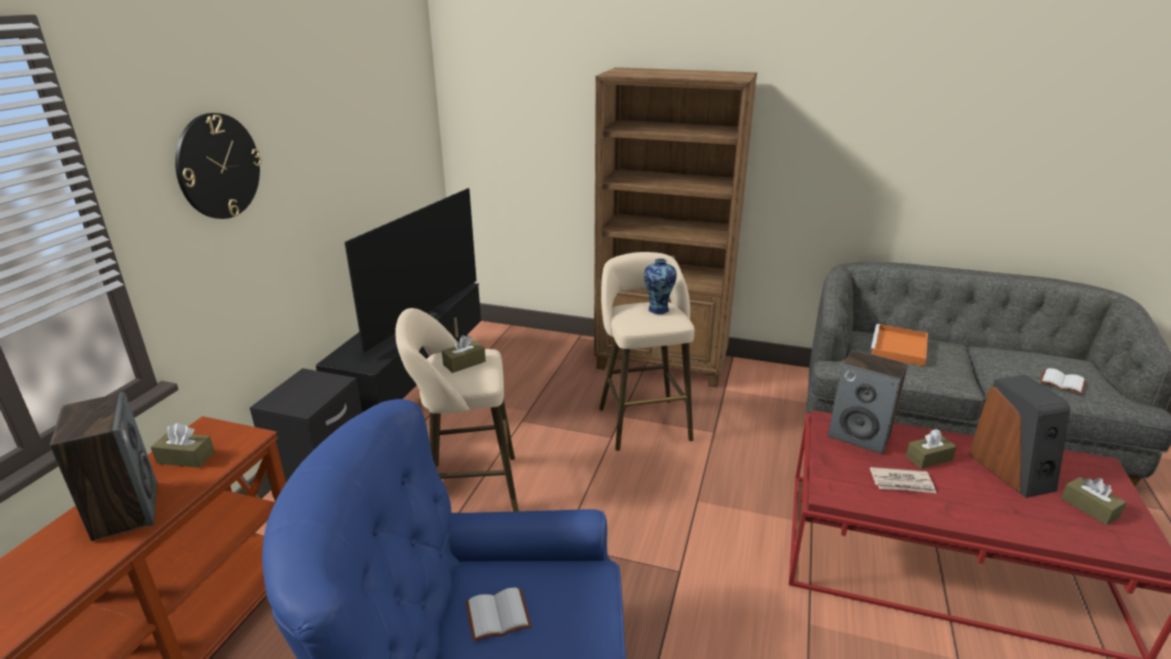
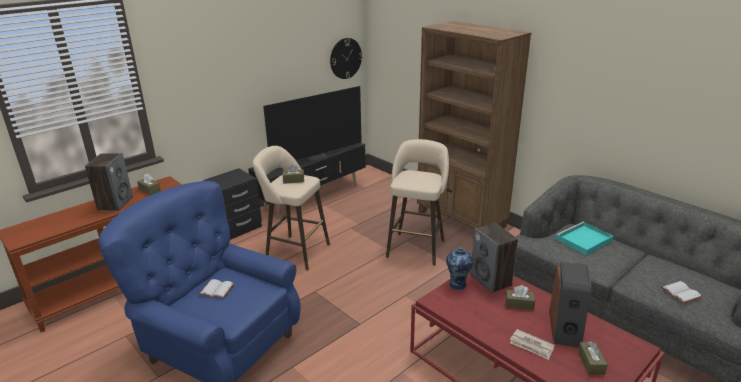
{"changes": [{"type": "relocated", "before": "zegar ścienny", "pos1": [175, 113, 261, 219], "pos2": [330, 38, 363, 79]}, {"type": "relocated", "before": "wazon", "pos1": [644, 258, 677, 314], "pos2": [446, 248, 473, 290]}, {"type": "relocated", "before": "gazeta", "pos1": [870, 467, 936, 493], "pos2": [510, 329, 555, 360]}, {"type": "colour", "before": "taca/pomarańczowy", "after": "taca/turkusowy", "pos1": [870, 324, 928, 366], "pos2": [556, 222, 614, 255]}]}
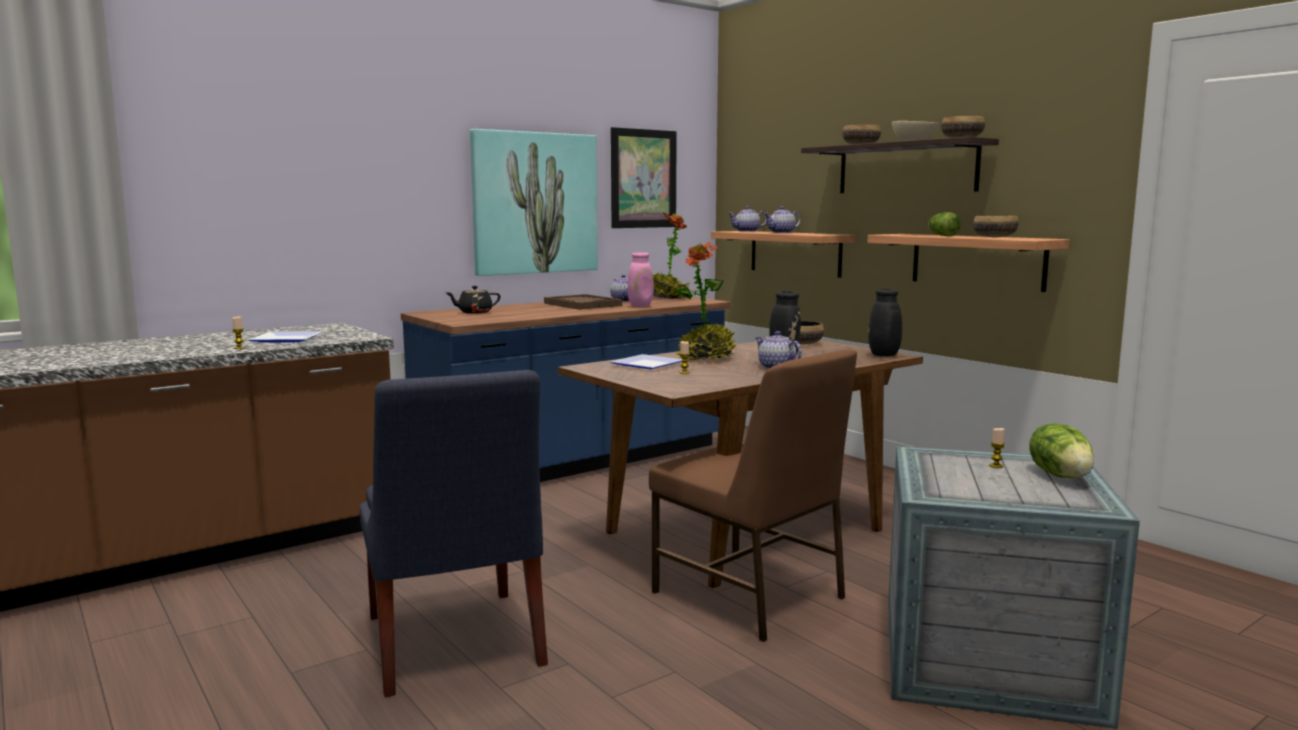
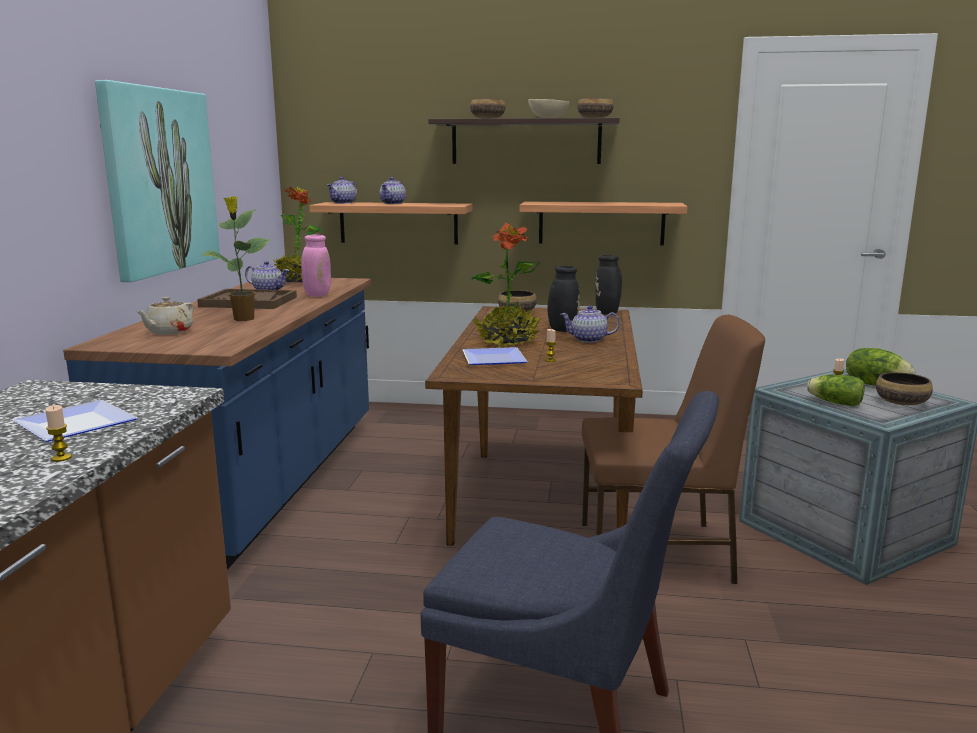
{"changes": [{"type": "colour", "before": "imbryk/czarny", "after": "imbryk/beżowy", "pos1": [446, 286, 501, 314], "pos2": [136, 297, 194, 335]}, {"type": "appeared", "after": "roślina doniczkowa", "pos2": [202, 196, 270, 321]}, {"type": "relocated", "before": "sałata", "pos1": [928, 212, 961, 236], "pos2": [807, 375, 865, 407]}, {"type": "relocated", "before": "miska", "pos1": [973, 215, 1019, 237], "pos2": [876, 372, 933, 405]}, {"type": "missing", "before": "obraz", "pos1": [611, 127, 677, 228]}]}
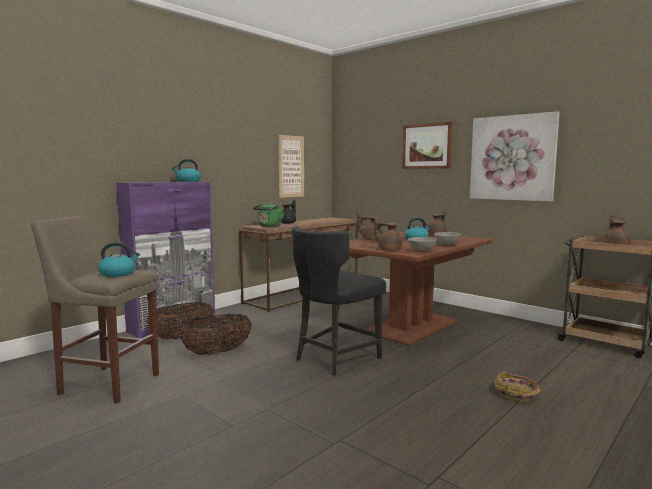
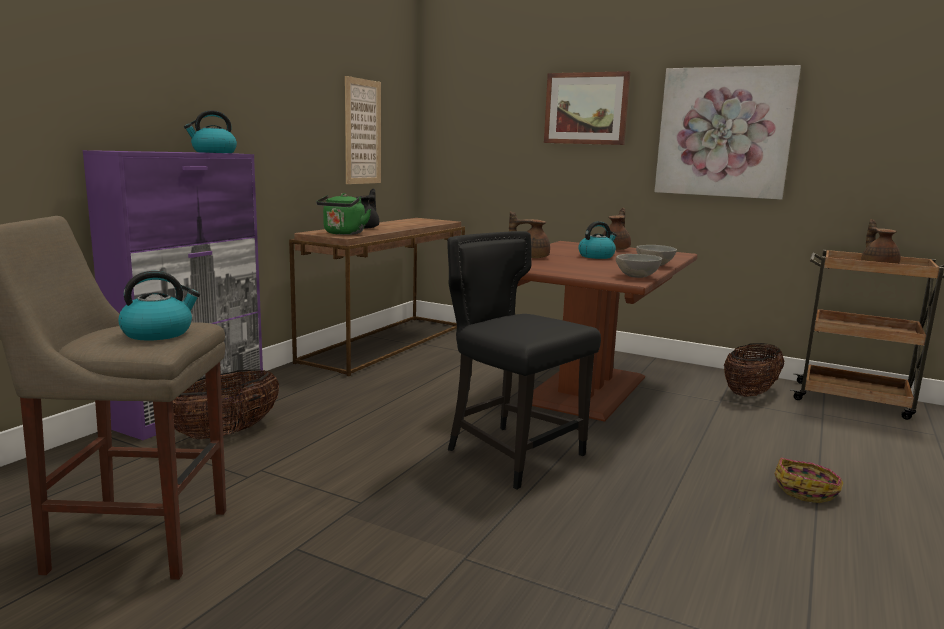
{"changes": [{"type": "spun", "before": "krzesło/czarny", "pos1": [292, 226, 386, 375], "pos2": [447, 231, 601, 489], "turn": 105}, {"type": "relocated", "before": "koszyk", "pos1": [180, 314, 252, 355], "pos2": [724, 343, 784, 397]}, {"type": "missing", "before": "imbryk/brązowy", "pos1": [374, 217, 402, 251]}]}
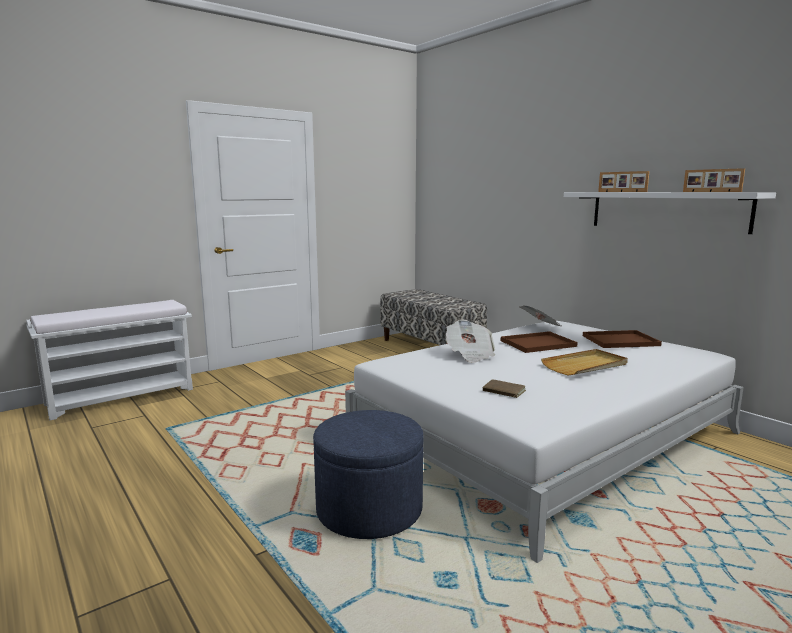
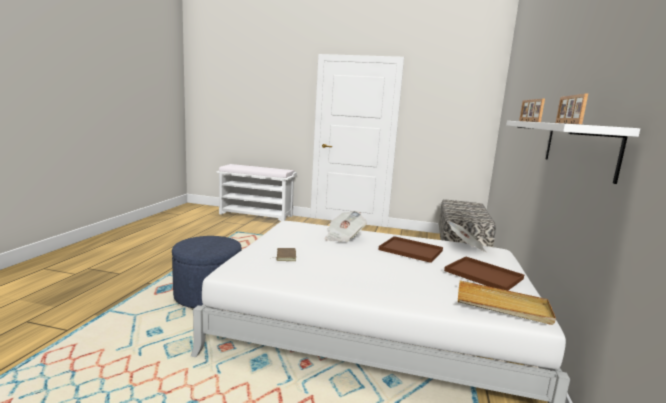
{"changes": [{"type": "relocated", "before": "taca/beżowy", "pos1": [541, 349, 628, 376], "pos2": [458, 280, 556, 325]}]}
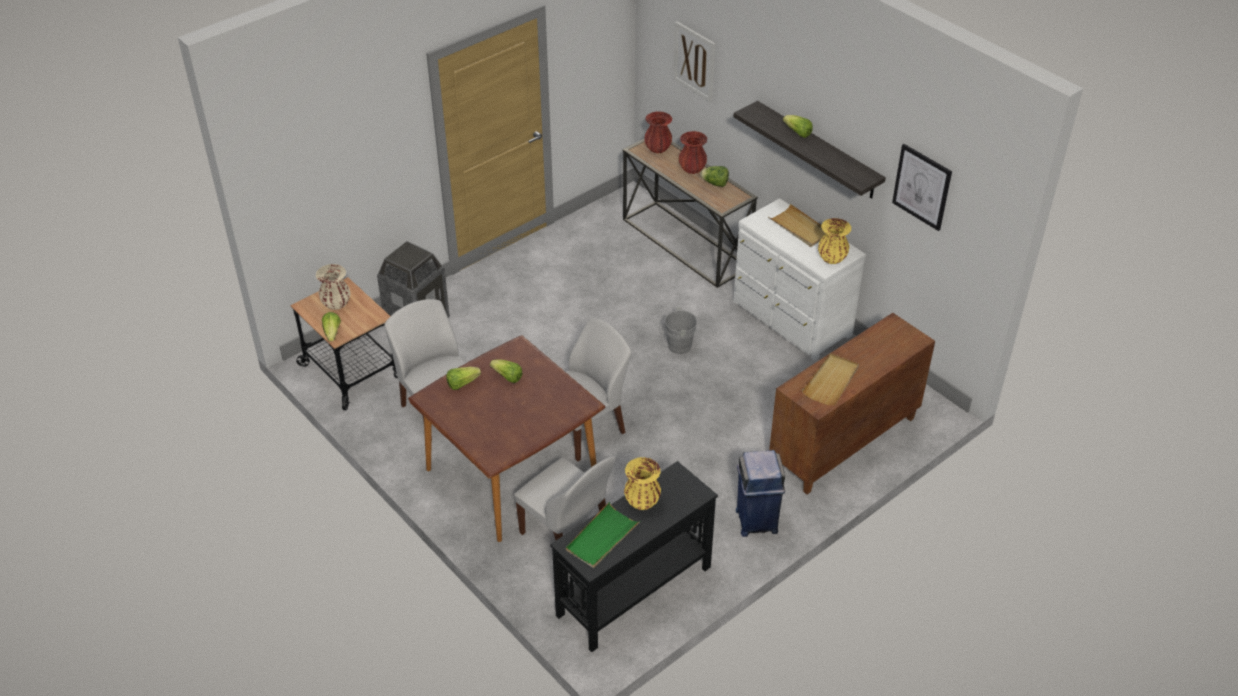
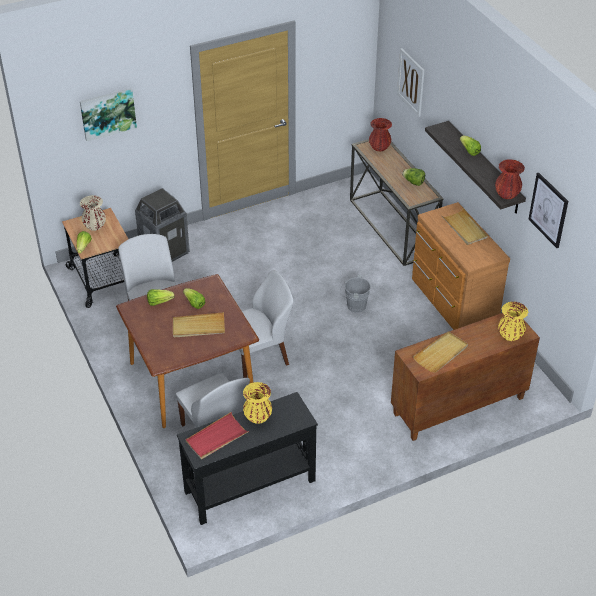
{"changes": [{"type": "appeared", "after": "obraz", "pos2": [80, 88, 137, 141]}, {"type": "appeared", "after": "taca/beżowy", "pos2": [173, 312, 225, 337]}, {"type": "colour", "before": "taca/zielony", "after": "taca/czerwony", "pos1": [566, 502, 639, 568], "pos2": [186, 412, 249, 459]}, {"type": "colour", "before": "komoda/biały", "after": "komoda/brązowy", "pos1": [733, 198, 866, 360], "pos2": [412, 202, 510, 330]}, {"type": "relocated", "before": "wazon/czerwony", "pos1": [679, 131, 708, 174], "pos2": [495, 159, 525, 199]}, {"type": "relocated", "before": "wazon/żółty", "pos1": [818, 218, 851, 264], "pos2": [498, 302, 528, 341]}, {"type": "missing", "before": "kosz na śmieci/niebieski", "pos1": [736, 450, 785, 537]}]}
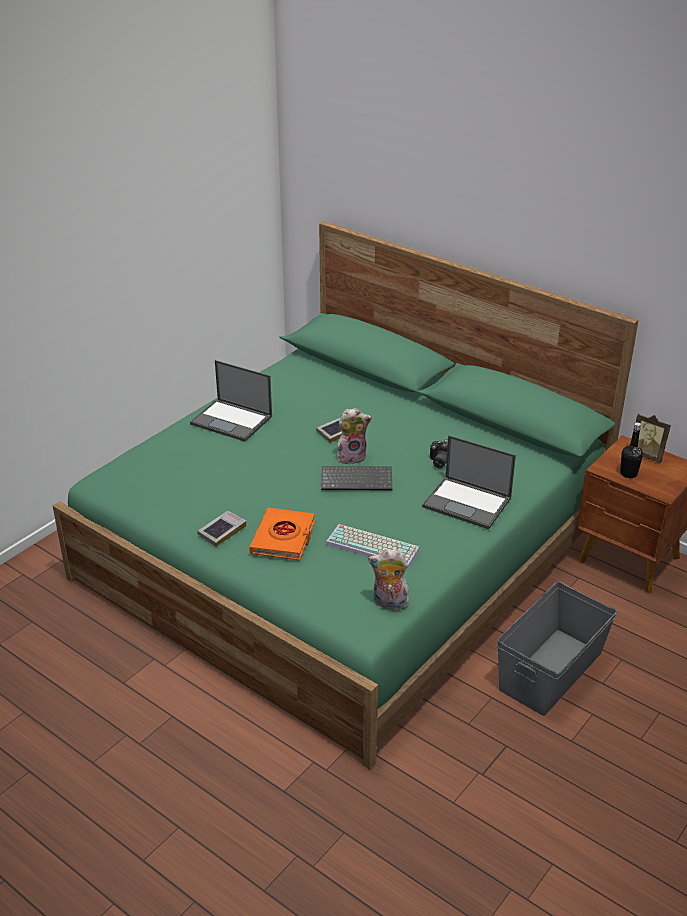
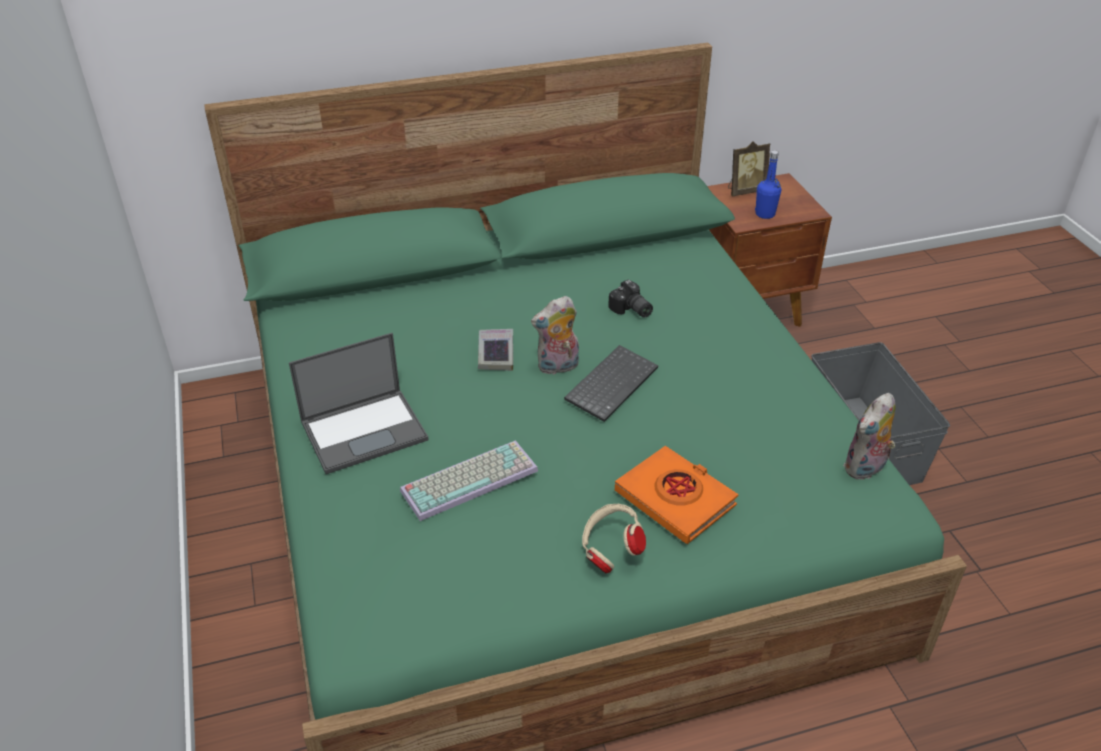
{"changes": [{"type": "relocated", "before": "klawiatura", "pos1": [326, 524, 420, 568], "pos2": [400, 440, 538, 521]}, {"type": "spun", "before": "pluszak", "pos1": [337, 408, 372, 465], "pos2": [531, 296, 579, 375], "turn": -135}, {"type": "exchanged", "before": "książka", "after": "słuchawki/beżowy", "pos1": [197, 511, 246, 547], "pos2": [582, 504, 646, 573]}, {"type": "colour", "before": "butelka/czarny", "after": "butelka/niebieski", "pos1": [620, 422, 643, 478], "pos2": [755, 150, 781, 219]}, {"type": "missing", "before": "laptop", "pos1": [422, 435, 516, 529]}]}
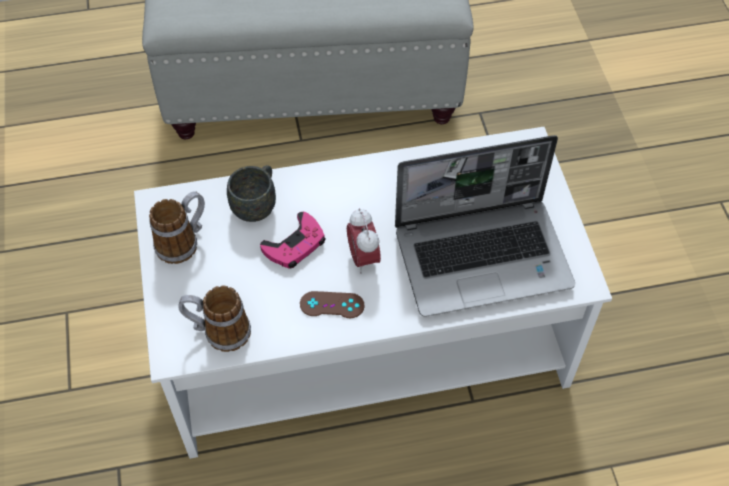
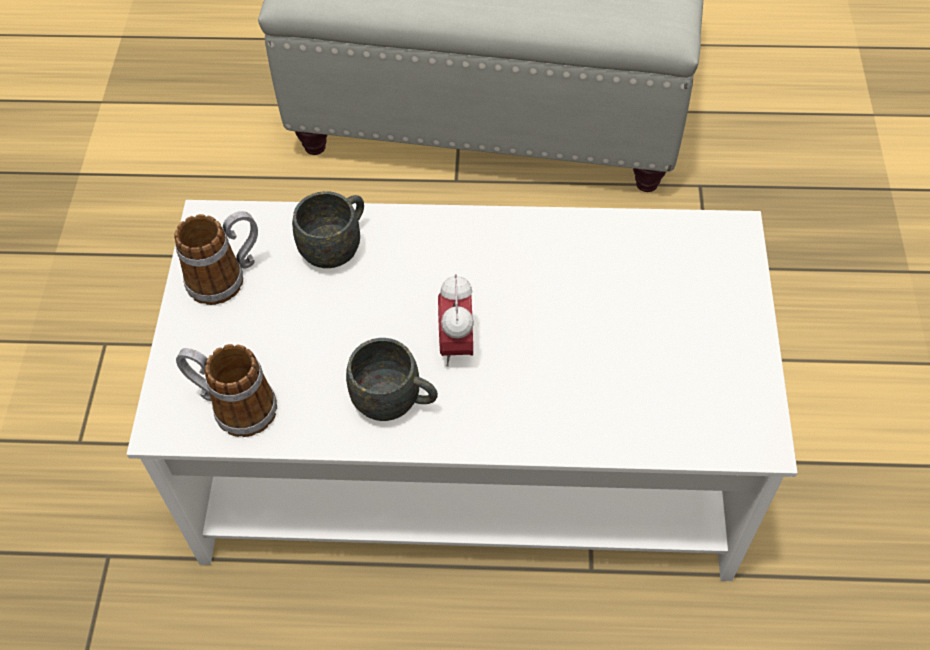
{"changes": [{"type": "exchanged", "before": "pad do gier/brązowy", "after": "kubek/szary", "pos1": [300, 291, 364, 318], "pos2": [346, 338, 438, 421]}, {"type": "missing", "before": "pad do gier/różowy", "pos1": [260, 211, 326, 268]}, {"type": "missing", "before": "laptop", "pos1": [395, 135, 575, 317]}]}
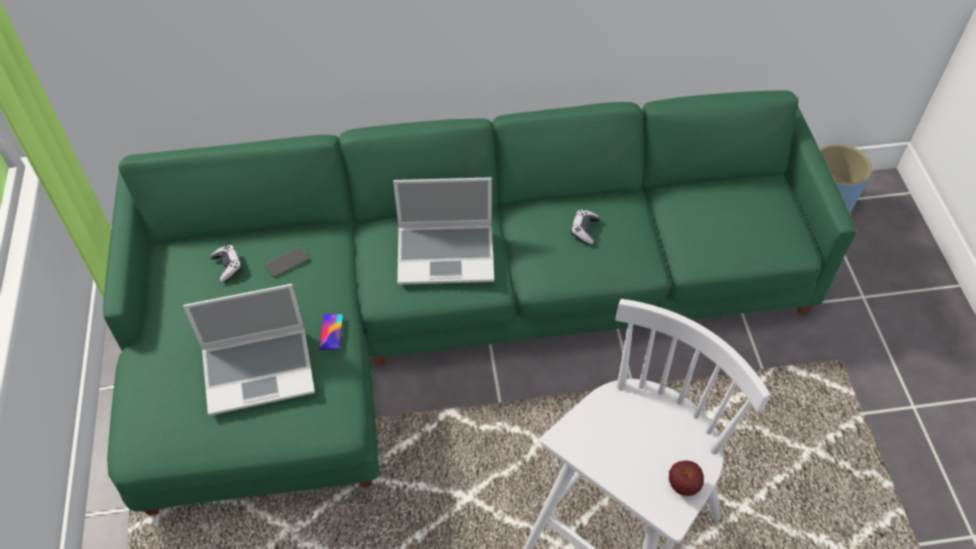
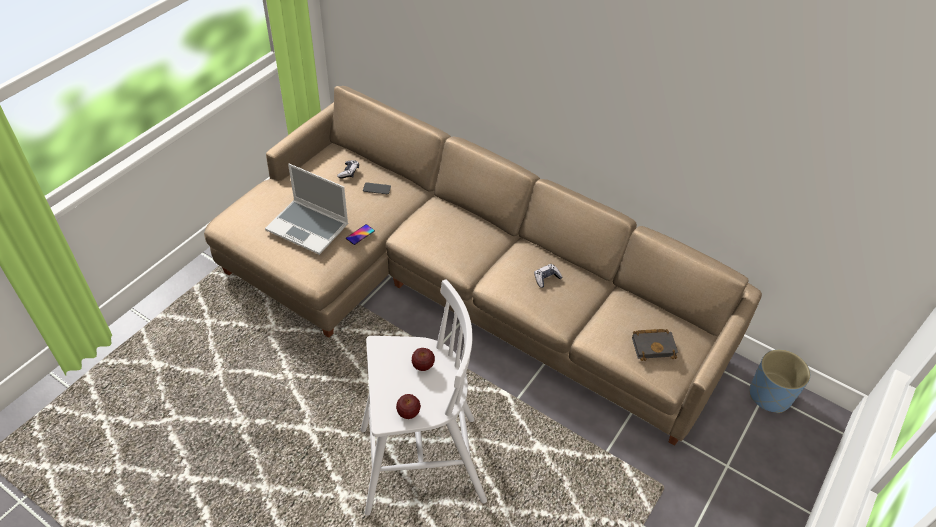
{"changes": [{"type": "colour", "before": "kanapa/zielony", "after": "kanapa/beżowy", "pos1": [103, 91, 856, 515], "pos2": [204, 86, 762, 446]}, {"type": "appeared", "after": "jabłko", "pos2": [412, 348, 435, 371]}, {"type": "appeared", "after": "książka/czarny", "pos2": [632, 329, 678, 361]}, {"type": "missing", "before": "laptop", "pos1": [393, 177, 494, 285]}]}
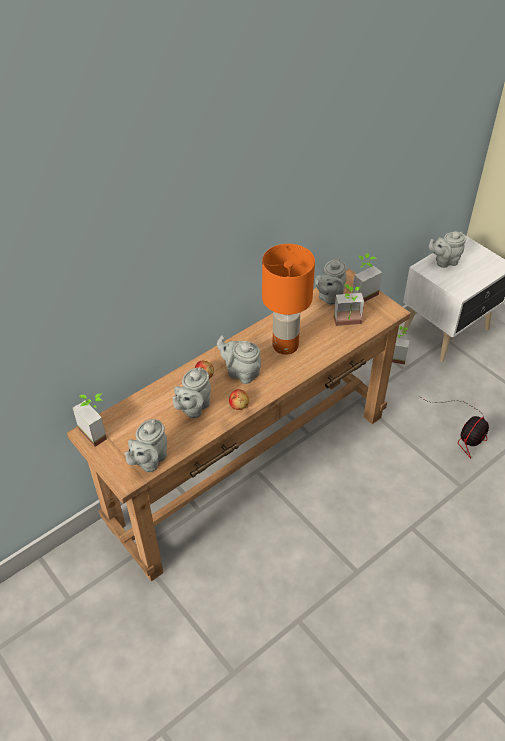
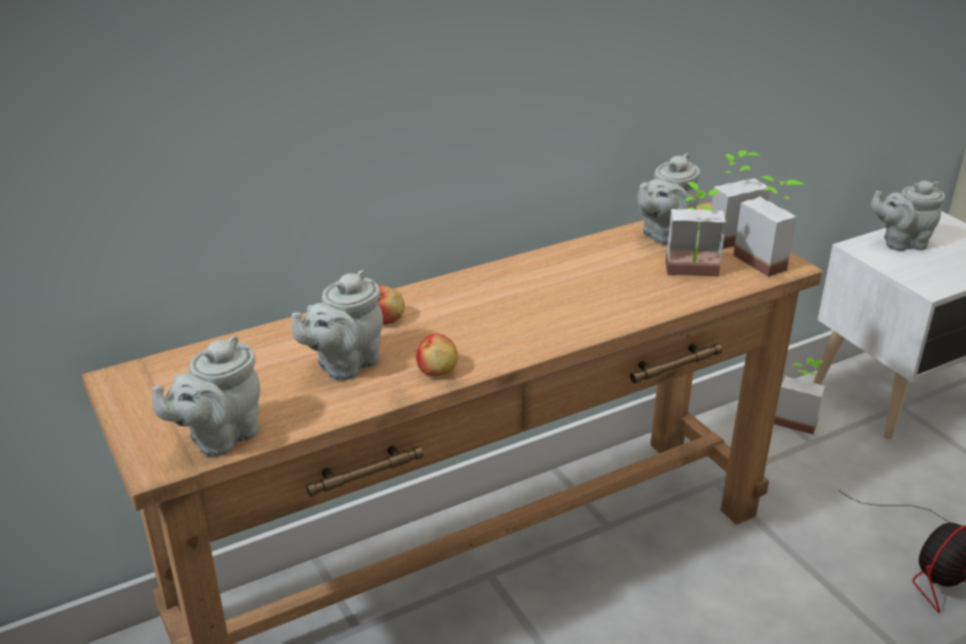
{"changes": [{"type": "relocated", "before": "roślina doniczkowa", "pos1": [73, 394, 107, 447], "pos2": [733, 176, 804, 277]}, {"type": "missing", "before": "imbryk/szary", "pos1": [217, 335, 261, 384]}, {"type": "missing", "before": "lampa stołowa/pomarańczowy", "pos1": [262, 244, 315, 355]}]}
